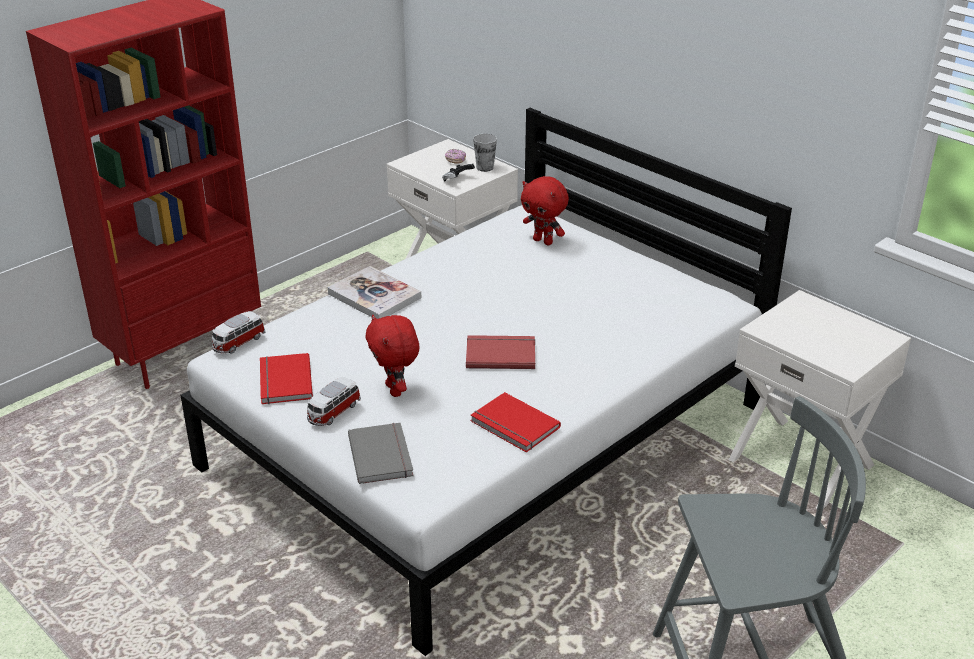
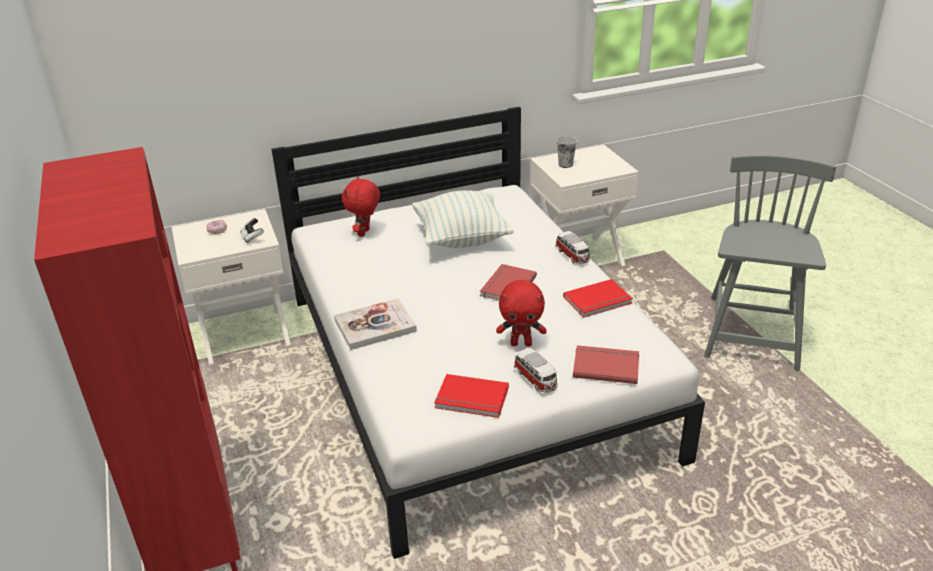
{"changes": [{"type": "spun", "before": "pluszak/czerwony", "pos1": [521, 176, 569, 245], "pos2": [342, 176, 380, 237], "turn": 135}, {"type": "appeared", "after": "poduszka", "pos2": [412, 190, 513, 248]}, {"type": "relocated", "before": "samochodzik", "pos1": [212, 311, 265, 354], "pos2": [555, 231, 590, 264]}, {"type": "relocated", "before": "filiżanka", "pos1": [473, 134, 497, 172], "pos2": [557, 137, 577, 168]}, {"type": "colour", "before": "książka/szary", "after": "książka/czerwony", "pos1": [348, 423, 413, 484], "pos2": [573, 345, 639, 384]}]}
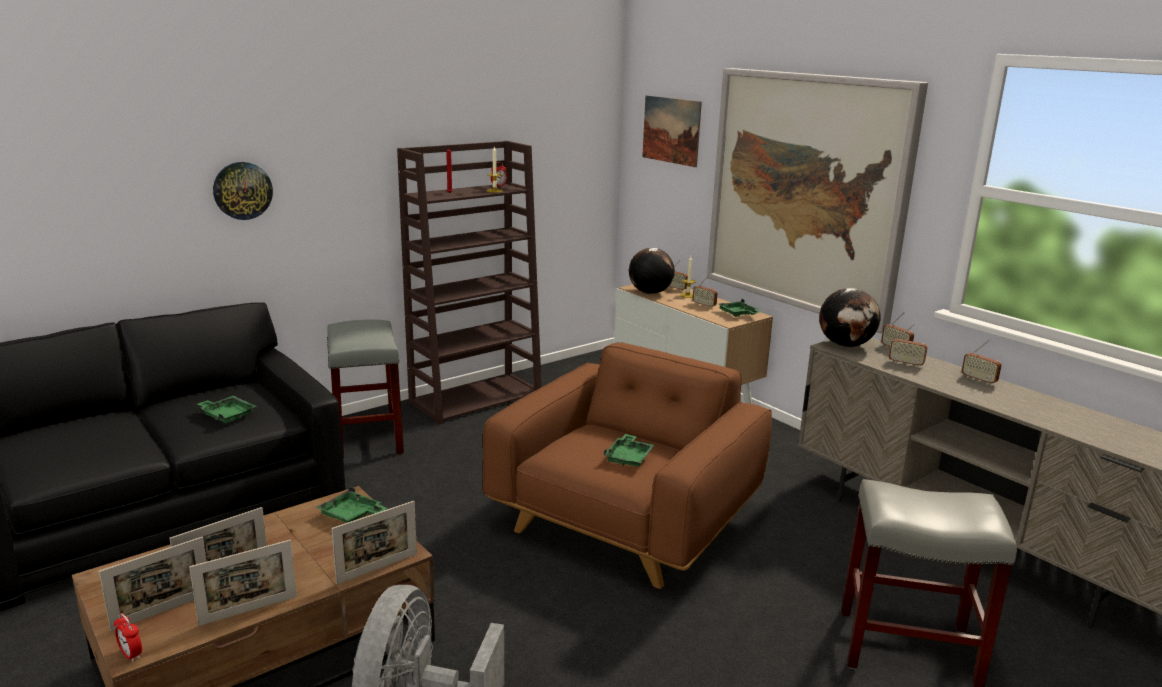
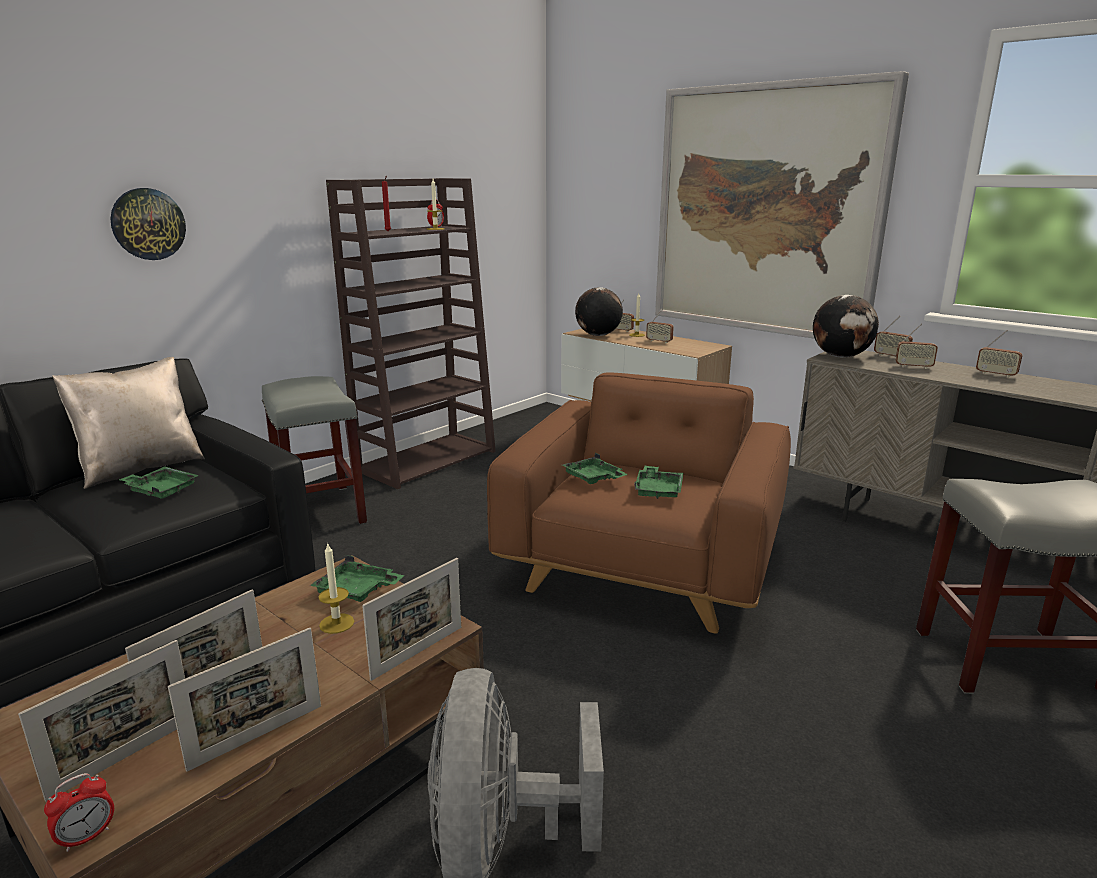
{"changes": [{"type": "spun", "before": "budzik", "pos1": [114, 613, 142, 662], "pos2": [44, 773, 114, 852], "turn": -75}, {"type": "appeared", "after": "poduszka/beżowy", "pos2": [52, 357, 205, 489]}, {"type": "appeared", "after": "świeca", "pos2": [318, 542, 354, 634]}, {"type": "relocated", "before": "taca/zielony", "pos1": [719, 299, 760, 317], "pos2": [562, 453, 628, 484]}, {"type": "missing", "before": "obraz", "pos1": [642, 95, 702, 167]}]}
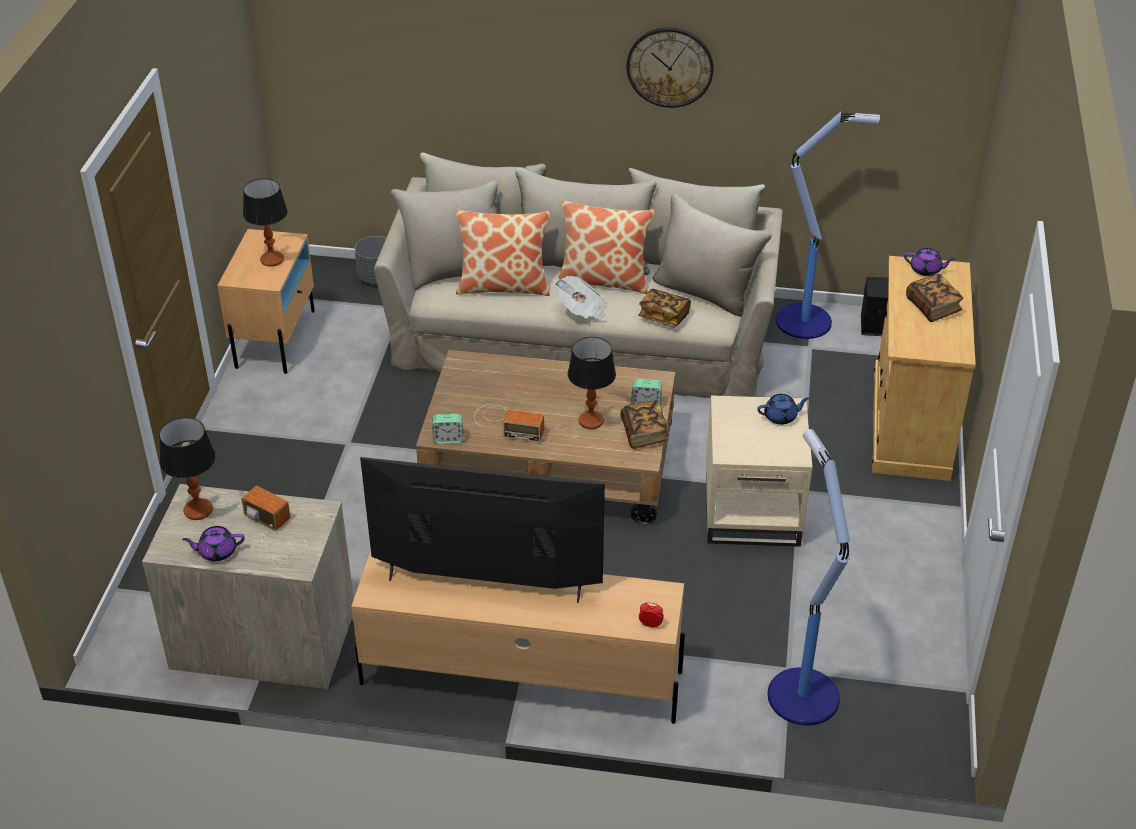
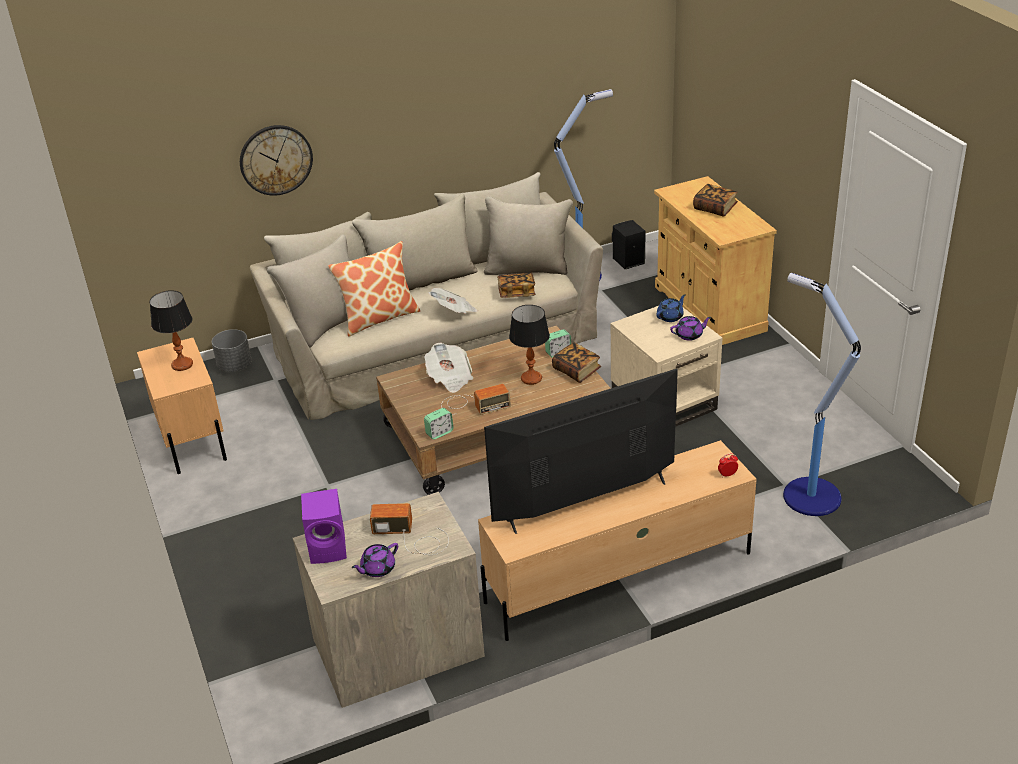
{"changes": [{"type": "relocated", "before": "zegar ścienny", "pos1": [627, 27, 714, 108], "pos2": [240, 125, 313, 196]}, {"type": "exchanged", "before": "lampa stołowa", "after": "głośnik/fioletowy", "pos1": [159, 417, 216, 520], "pos2": [301, 489, 347, 564]}, {"type": "appeared", "after": "gazeta", "pos2": [424, 342, 473, 393]}, {"type": "relocated", "before": "imbryk/fioletowy", "pos1": [904, 248, 955, 276], "pos2": [670, 316, 711, 341]}, {"type": "missing", "before": "poduszka", "pos1": [557, 200, 655, 294]}]}
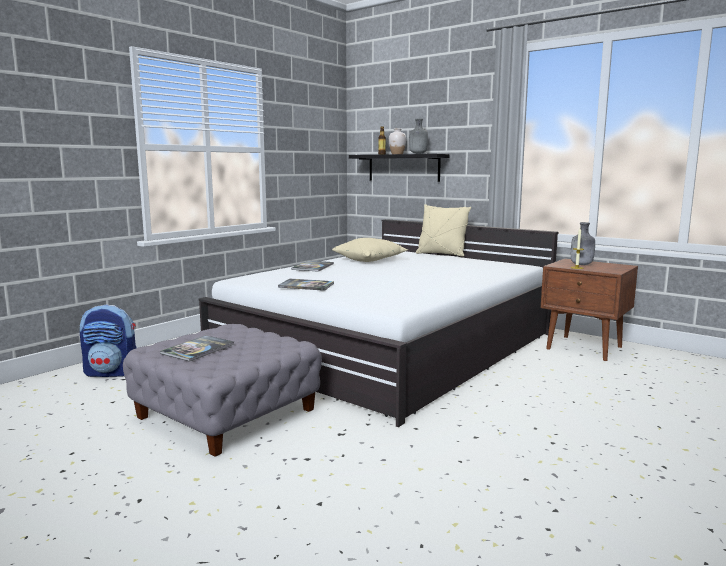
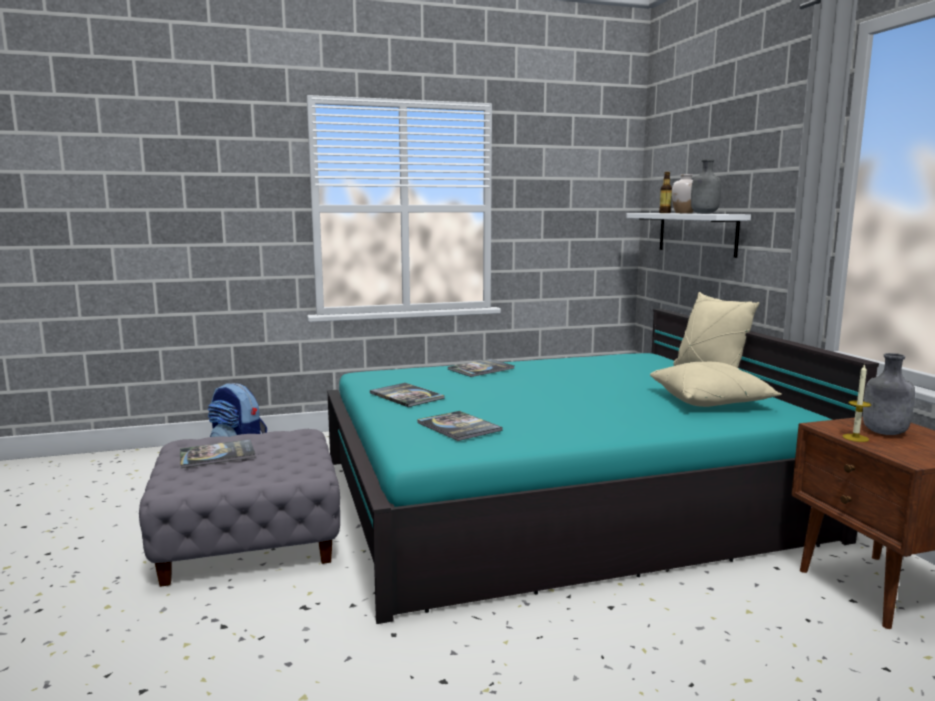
{"changes": [{"type": "colour", "before": "łóżko/biały", "after": "łóżko/turkusowy", "pos1": [198, 219, 559, 427], "pos2": [327, 309, 879, 624]}, {"type": "appeared", "after": "książka", "pos2": [417, 411, 502, 441]}, {"type": "colour", "before": "półka/czarny", "after": "półka/biały", "pos1": [349, 154, 450, 182], "pos2": [626, 213, 751, 258]}, {"type": "relocated", "before": "poduszka/beżowy", "pos1": [332, 238, 408, 262], "pos2": [650, 362, 782, 407]}]}
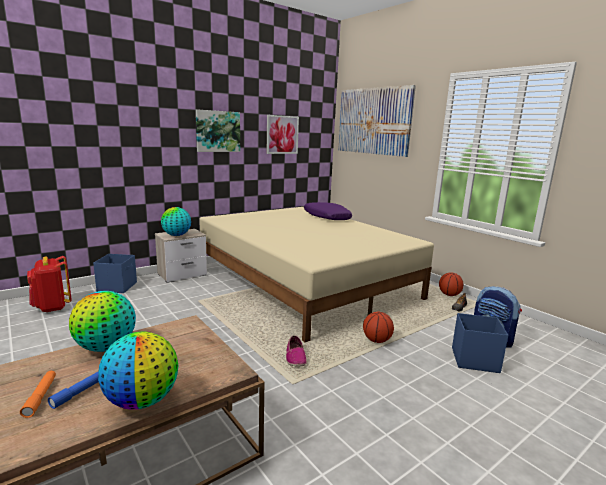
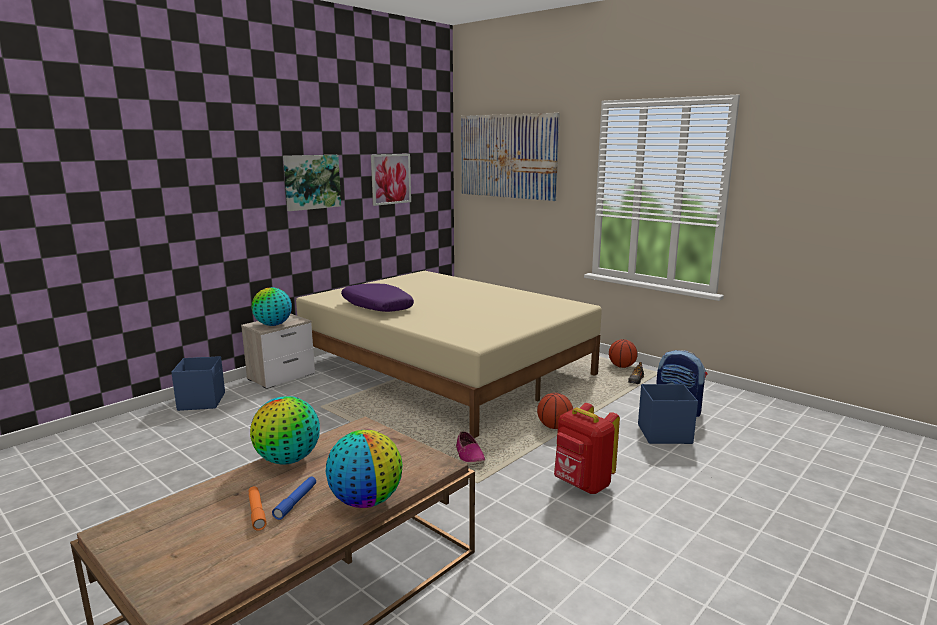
{"changes": [{"type": "relocated", "before": "poduszka/fioletowy", "pos1": [304, 202, 352, 220], "pos2": [341, 284, 414, 312]}, {"type": "relocated", "before": "plecak/czerwony", "pos1": [27, 256, 72, 312], "pos2": [554, 403, 620, 494]}]}
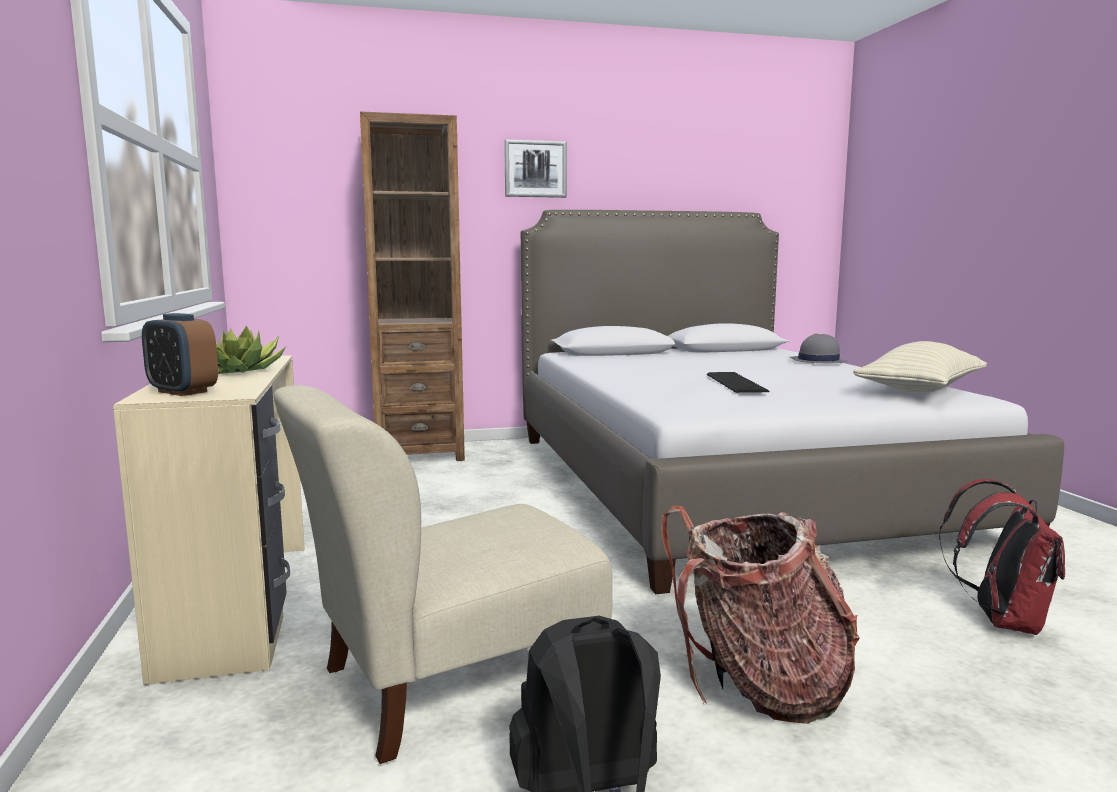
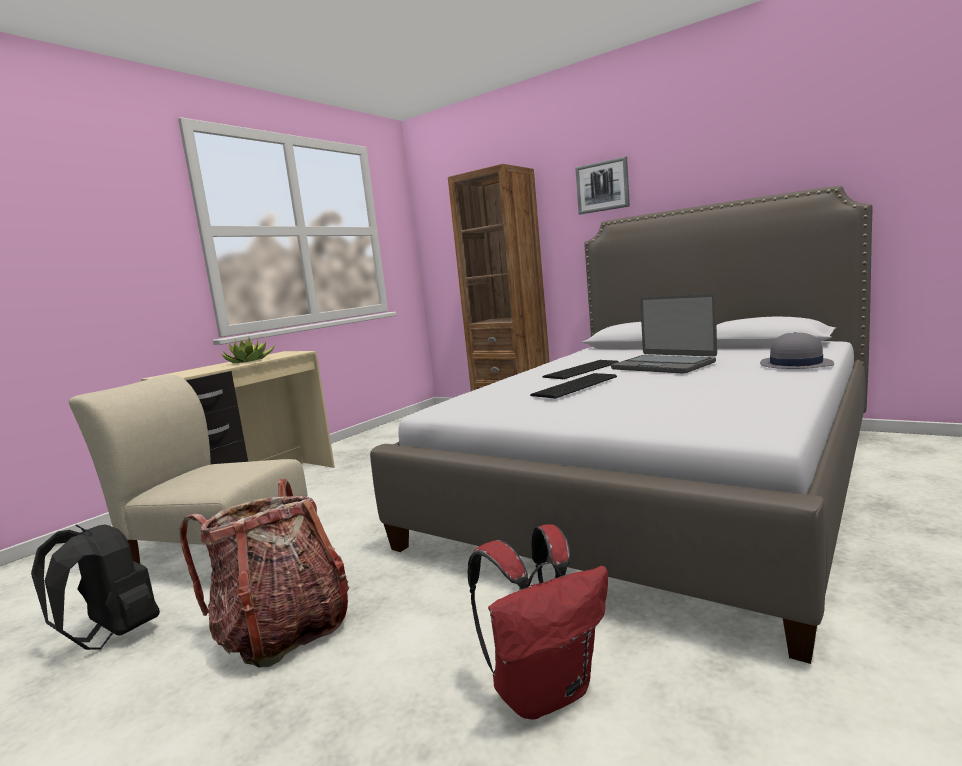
{"changes": [{"type": "appeared", "after": "klawiatura", "pos2": [543, 360, 619, 379]}, {"type": "appeared", "after": "laptop", "pos2": [611, 294, 717, 374]}, {"type": "missing", "before": "budzik", "pos1": [142, 313, 218, 396]}, {"type": "missing", "before": "poduszka/beżowy", "pos1": [853, 341, 987, 393]}]}
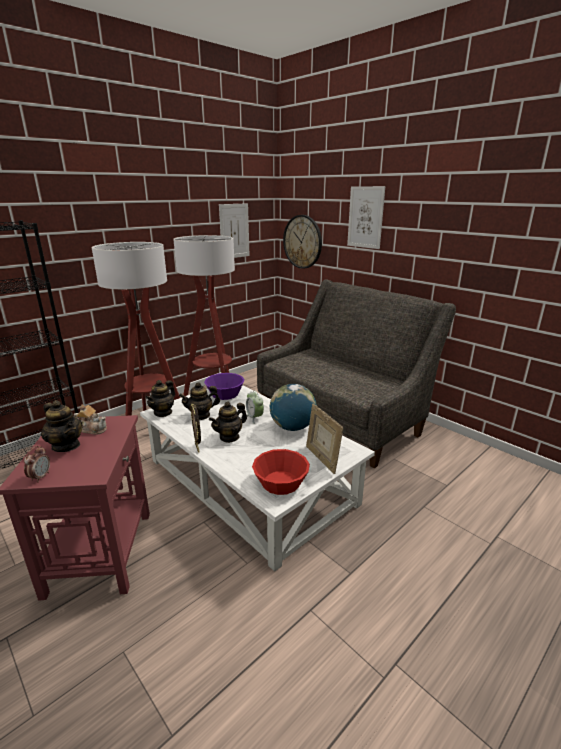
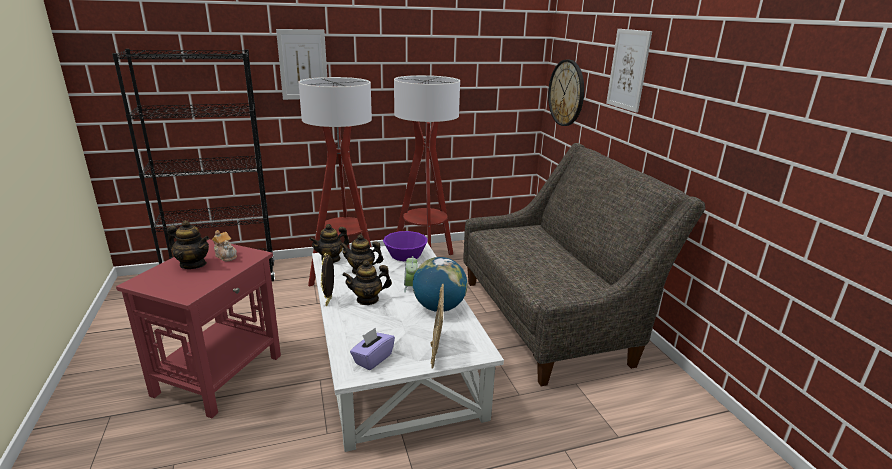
{"changes": [{"type": "spun", "before": "imbryk", "pos1": [41, 400, 83, 452], "pos2": [167, 220, 209, 269], "turn": -45}, {"type": "relocated", "before": "obraz", "pos1": [219, 203, 250, 258], "pos2": [276, 29, 327, 100]}, {"type": "exchanged", "before": "miska/czerwony", "after": "pudełko chusteczek/fioletowy", "pos1": [252, 449, 310, 495], "pos2": [350, 328, 395, 370]}, {"type": "missing", "before": "budzik", "pos1": [24, 446, 50, 482]}]}
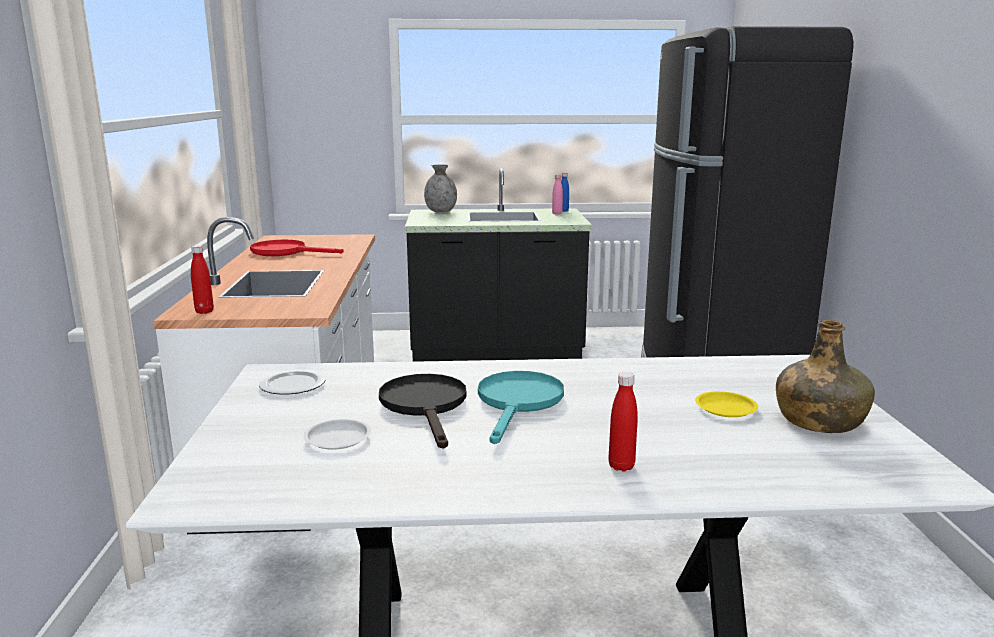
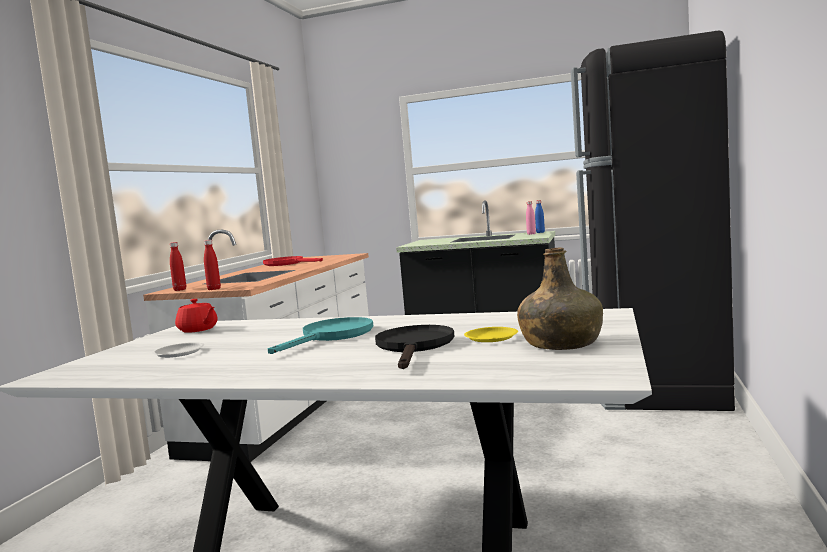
{"changes": [{"type": "exchanged", "before": "talerz", "after": "imbryk/czerwony", "pos1": [259, 369, 326, 395], "pos2": [175, 299, 218, 333]}, {"type": "relocated", "before": "butelka/czerwony", "pos1": [608, 372, 638, 471], "pos2": [204, 240, 221, 290]}, {"type": "relocated", "before": "patelnia/czarny", "pos1": [379, 374, 466, 449], "pos2": [375, 325, 455, 369]}, {"type": "missing", "before": "wazon/szary", "pos1": [424, 165, 457, 212]}]}
